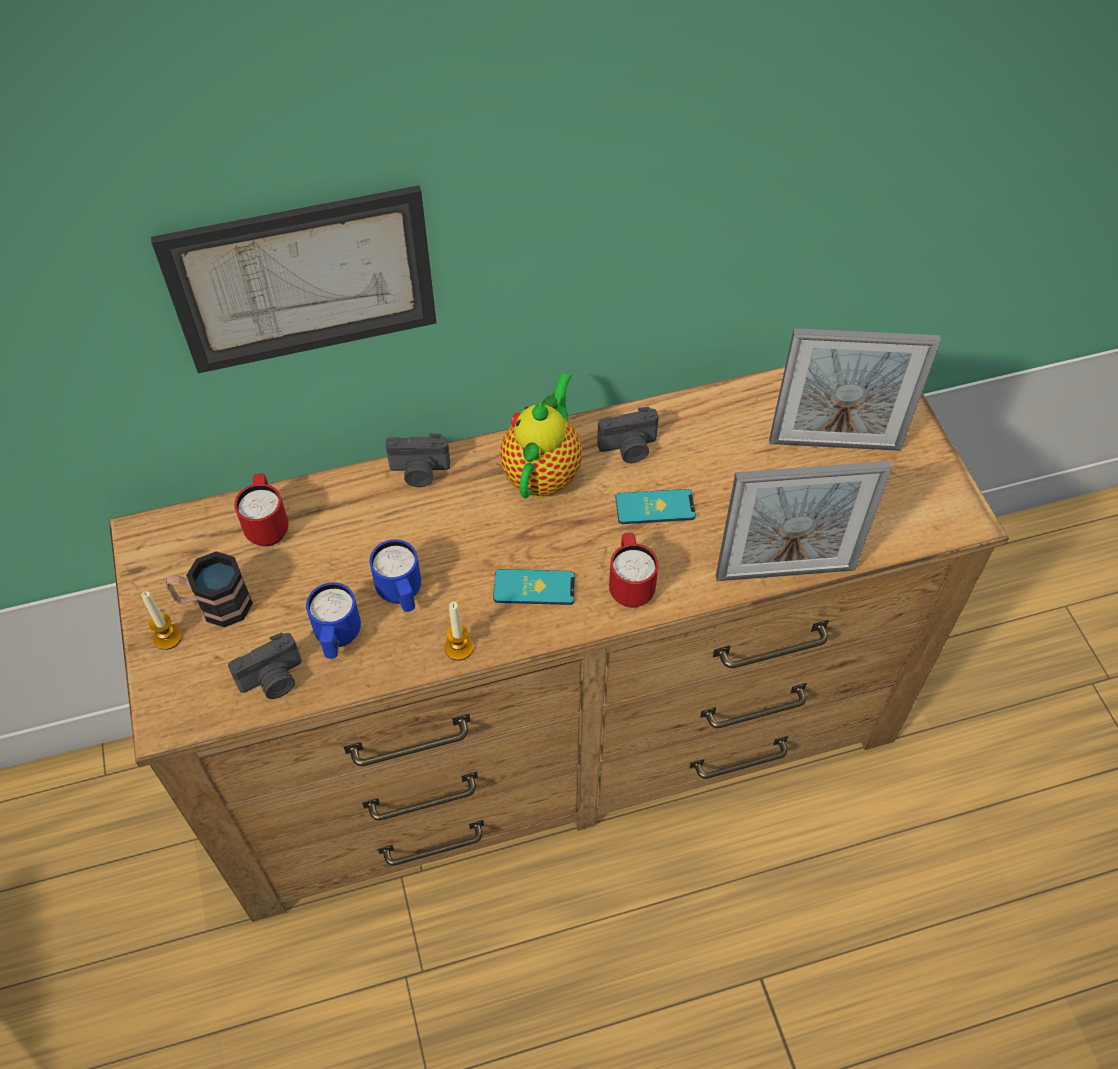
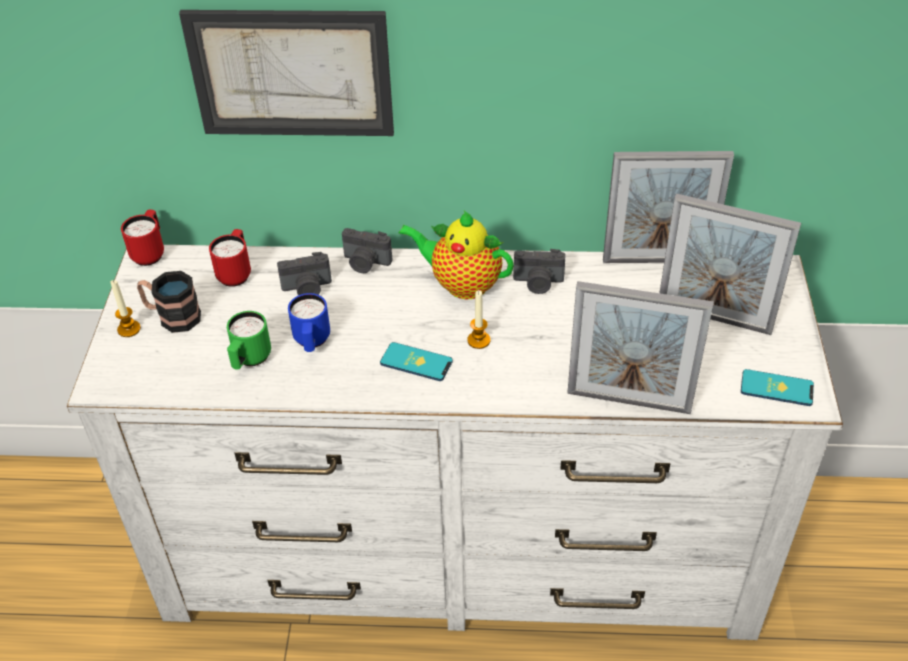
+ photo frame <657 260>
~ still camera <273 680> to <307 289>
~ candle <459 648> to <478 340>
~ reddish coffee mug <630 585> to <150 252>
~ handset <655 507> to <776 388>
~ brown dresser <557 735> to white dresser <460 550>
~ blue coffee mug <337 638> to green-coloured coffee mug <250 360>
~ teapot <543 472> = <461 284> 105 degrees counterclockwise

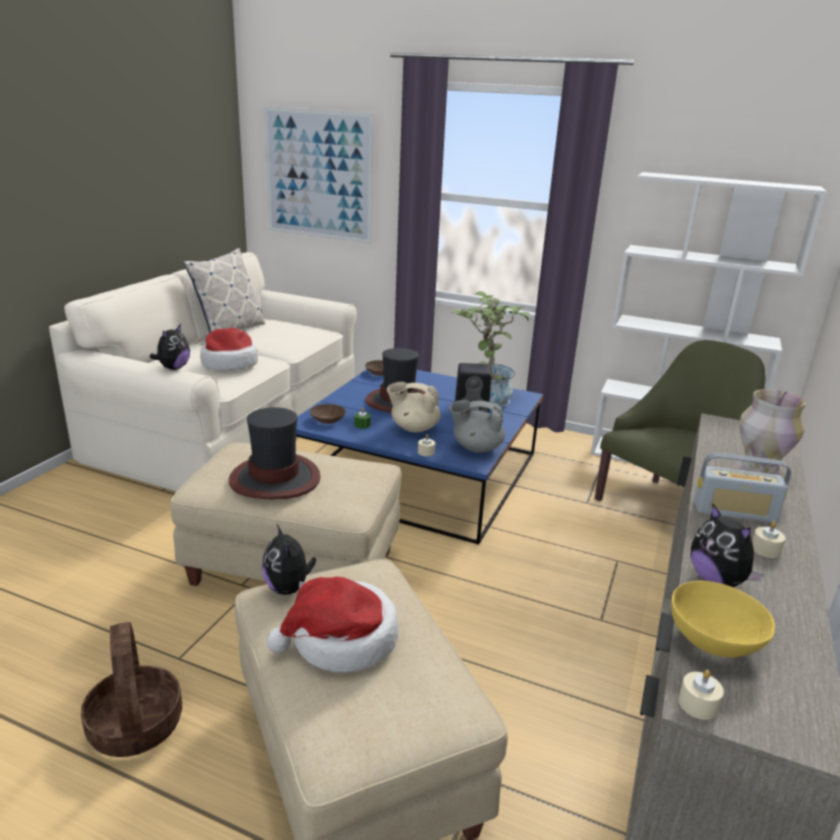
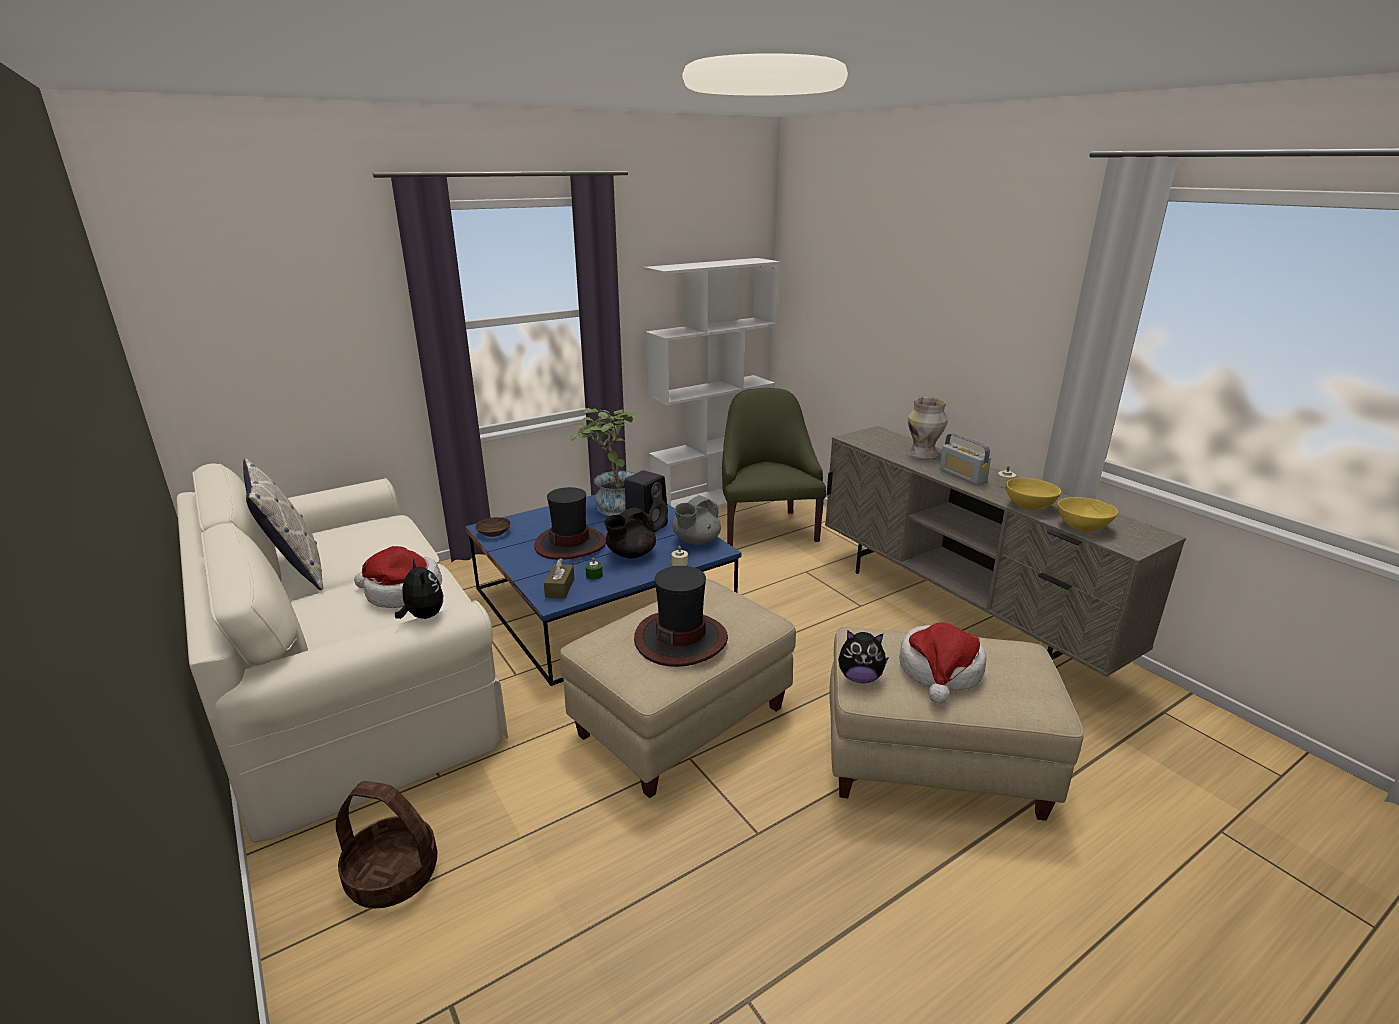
- wall picture <318 175>
- sand-coloured candle <698 704>
~ household basket <135 725> to <392 876>
~ brown deep dish <328 419> to brown box of tissues <560 588>
~ soft toy <717 580> to yellow-coloured deep dish <1029 506>
~ sand-coloured teapot <413 428> to black teapot <630 554>
~ radio receiver <734 512> = <962 476> 105 degrees clockwise

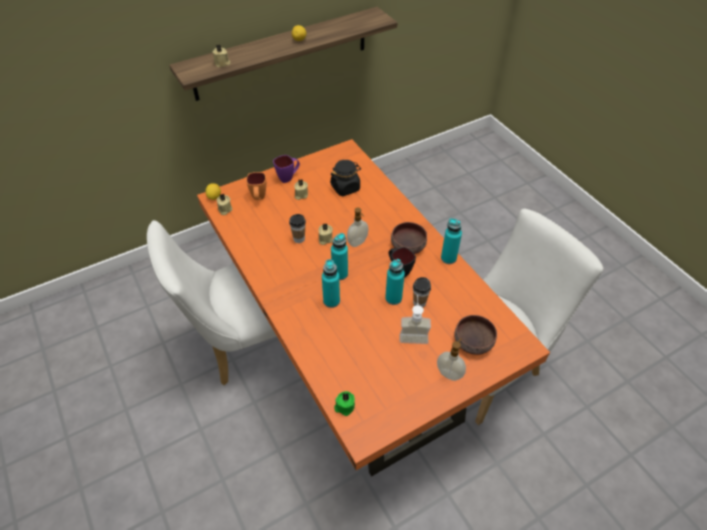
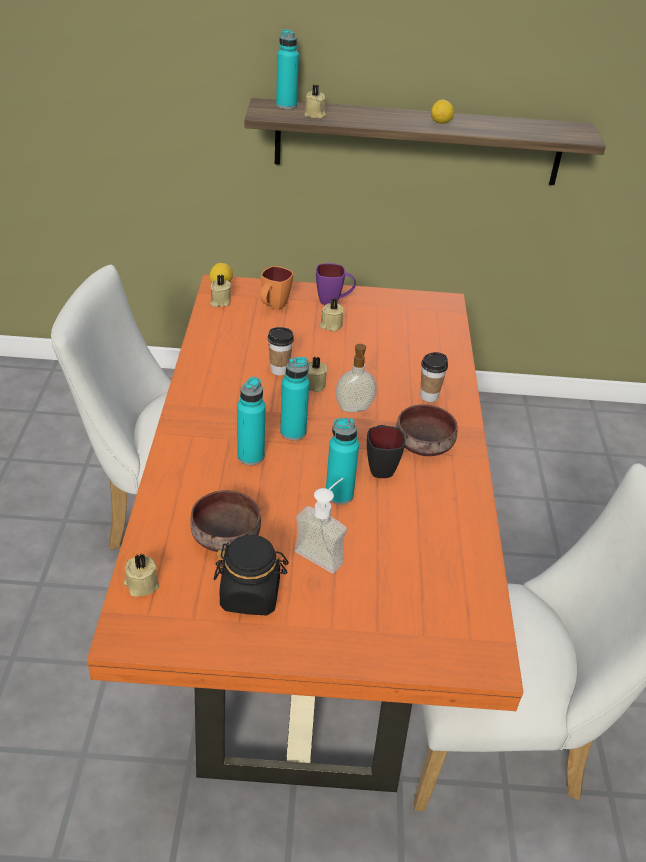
- liquid soap bottle <449 373>
~ black storage jar <345 187> to <250 595>
~ cup <419 303> to <429 396>
~ turquoise bottle <448 258> to <286 105>
~ brown deep dish <473 340> to <227 535>
~ green-coloured candle <344 407> to sand-coloured candle <141 584>

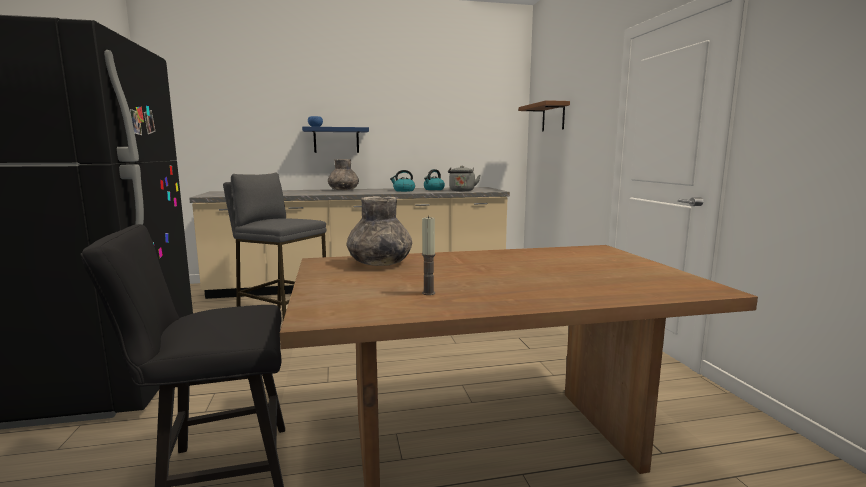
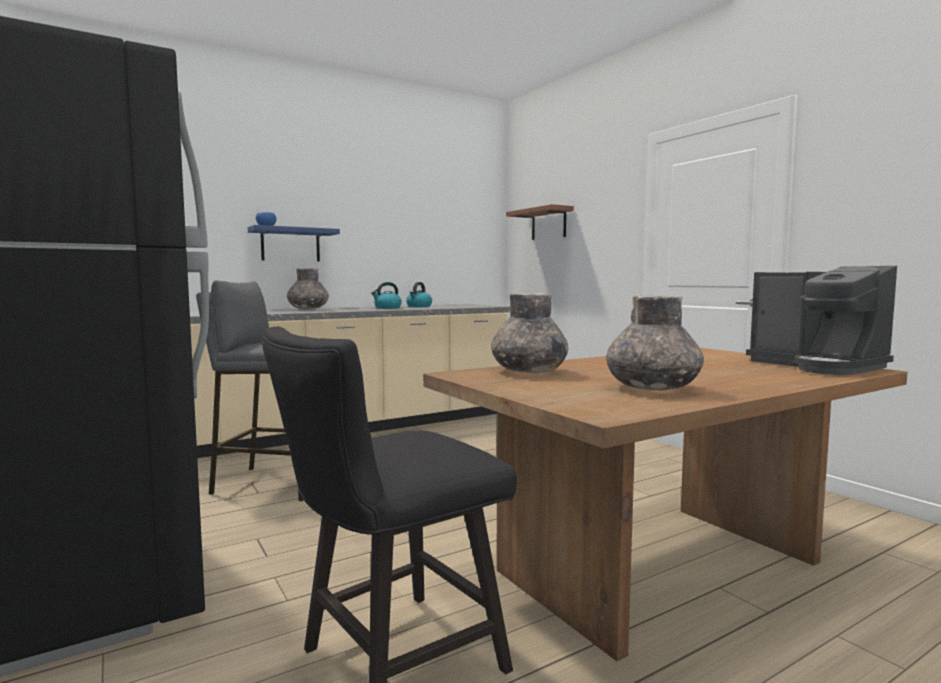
- grey water kettle <462 191>
+ coffee brewer <817 366>
~ candle <428 293> to grey decorative vase <652 389>

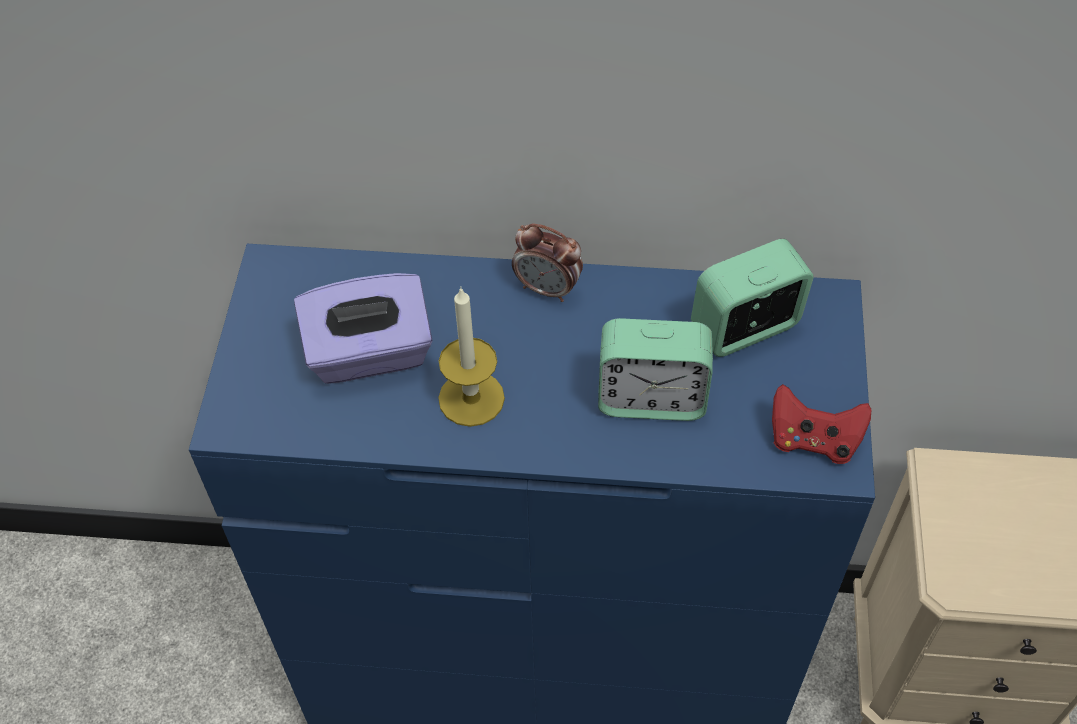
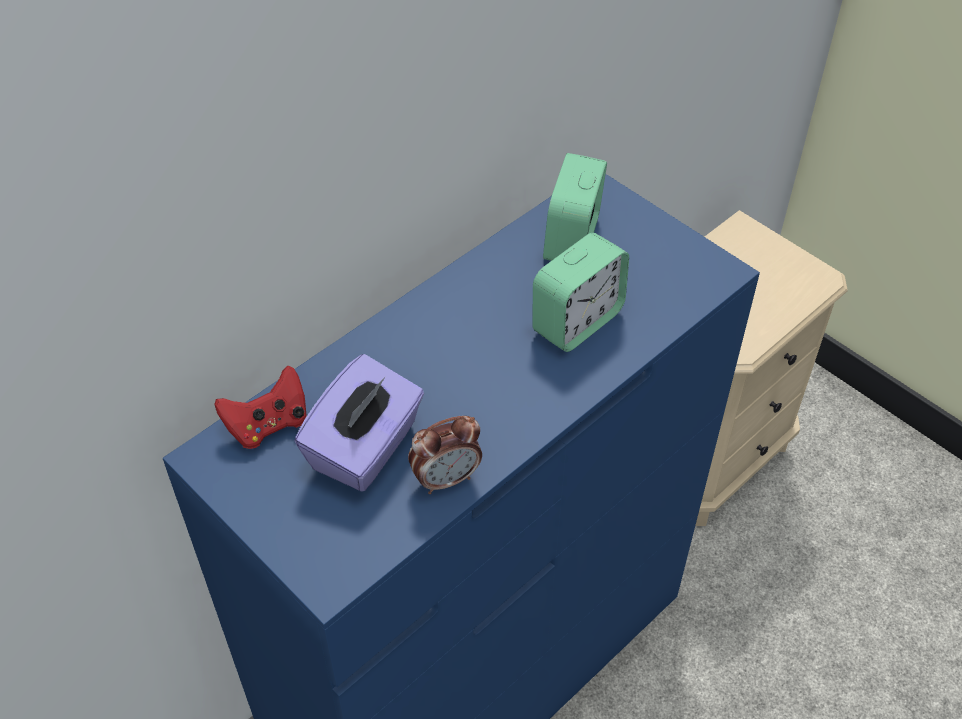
- candle <471 398>
~ alarm clock <548 288> to <446 479>
~ reddish gamepad <813 440> to <268 425>

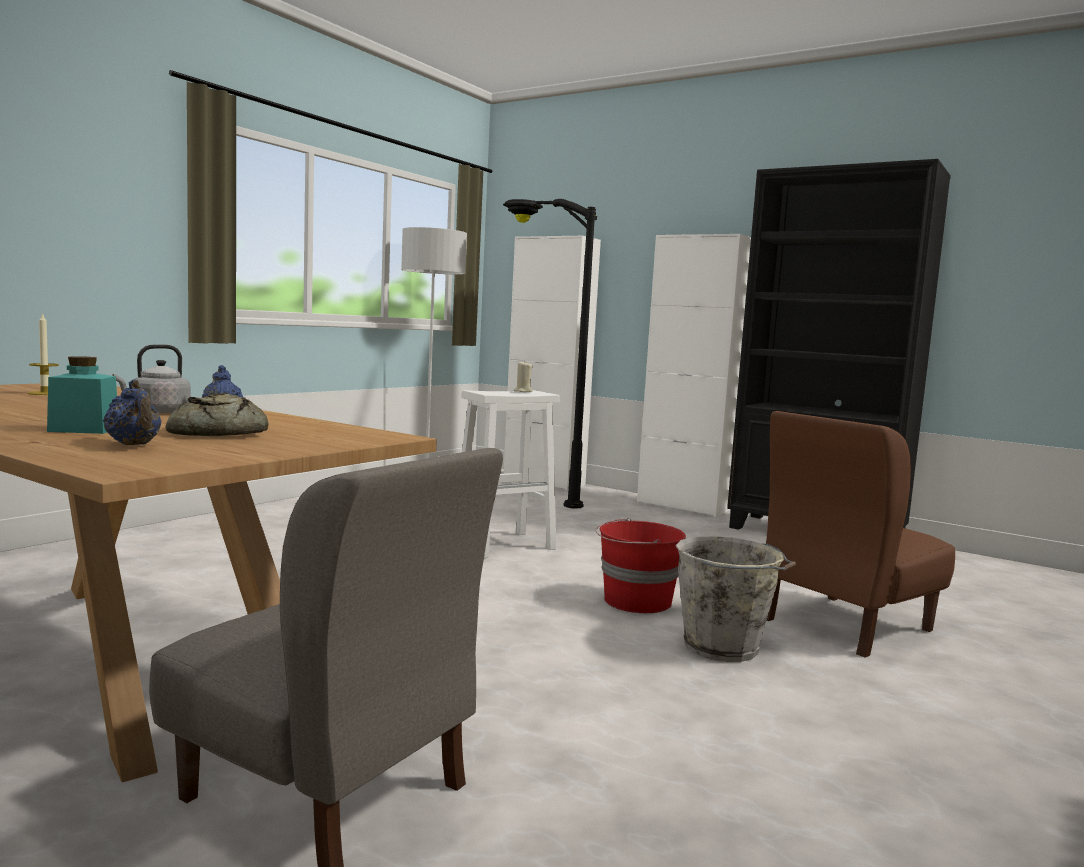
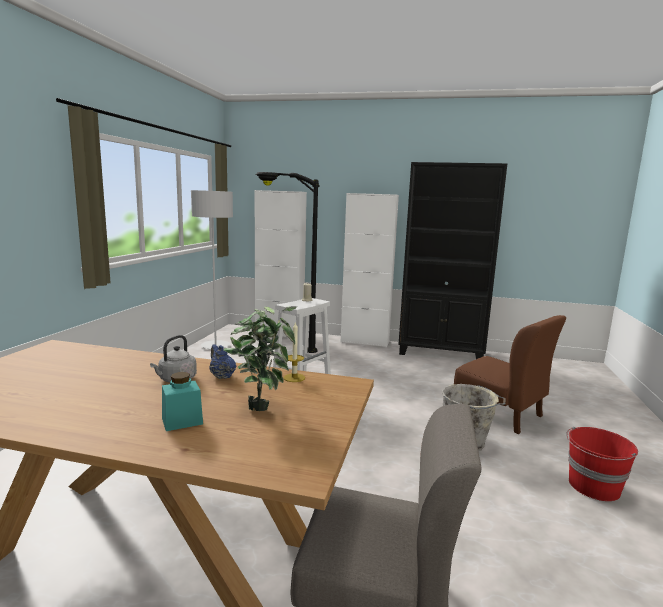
- blue teapot <134 445>
~ candle <45 393> to <294 378>
~ reddish bucket <635 601> to <593 487>
~ bread <215 433> to potted plant <261 405>
~ brown upright chair <844 624> = <500 413> 75 degrees counterclockwise

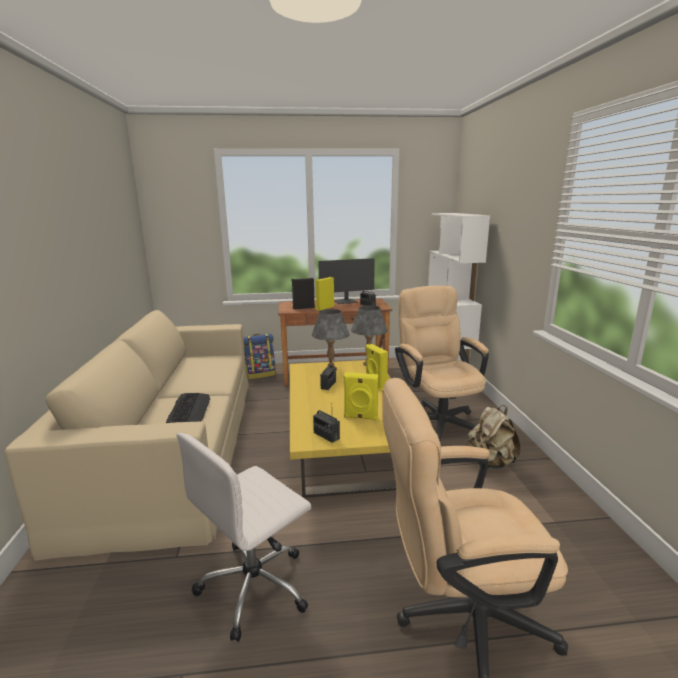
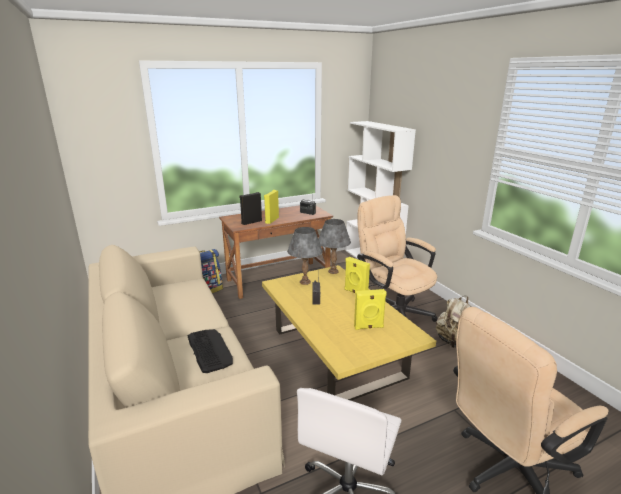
- radio receiver <326 435>
- monitor <346 302>

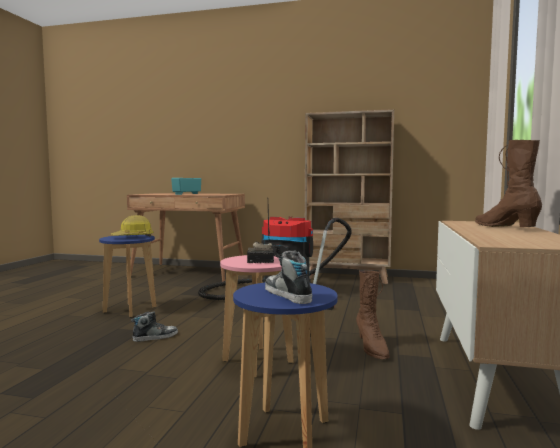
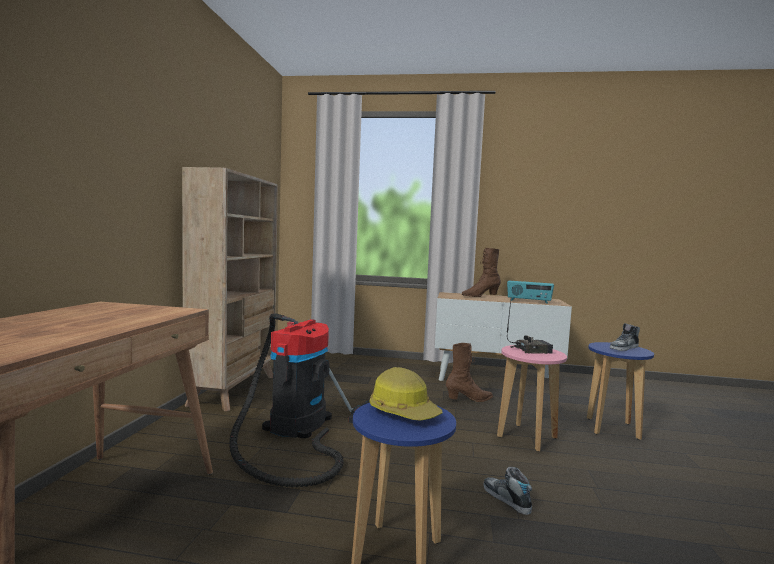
~ radio receiver <186 194> to <529 301>

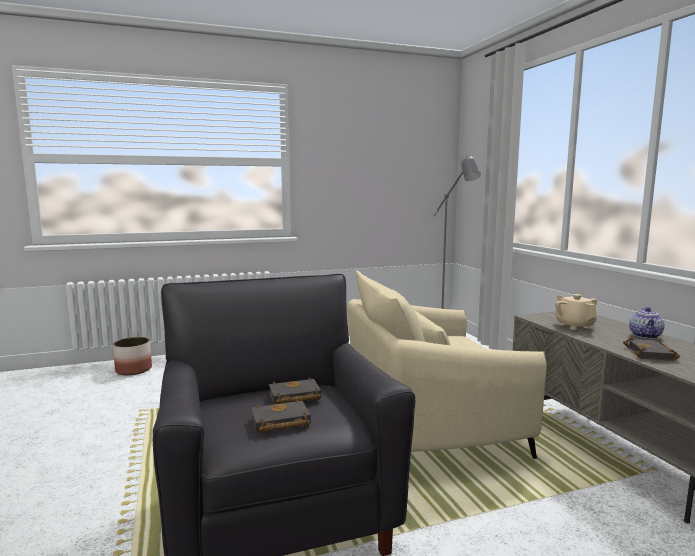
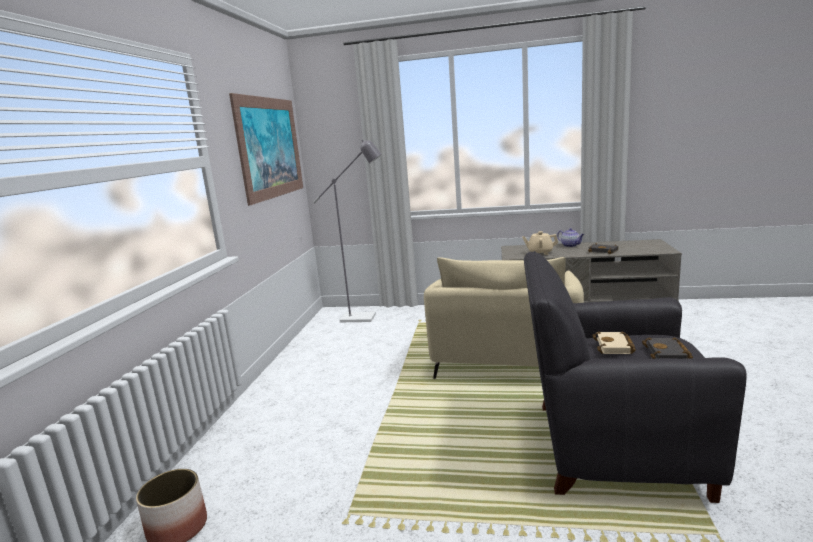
+ wall picture <270 147>
~ black book <293 397> to sand-coloured book <615 347>

